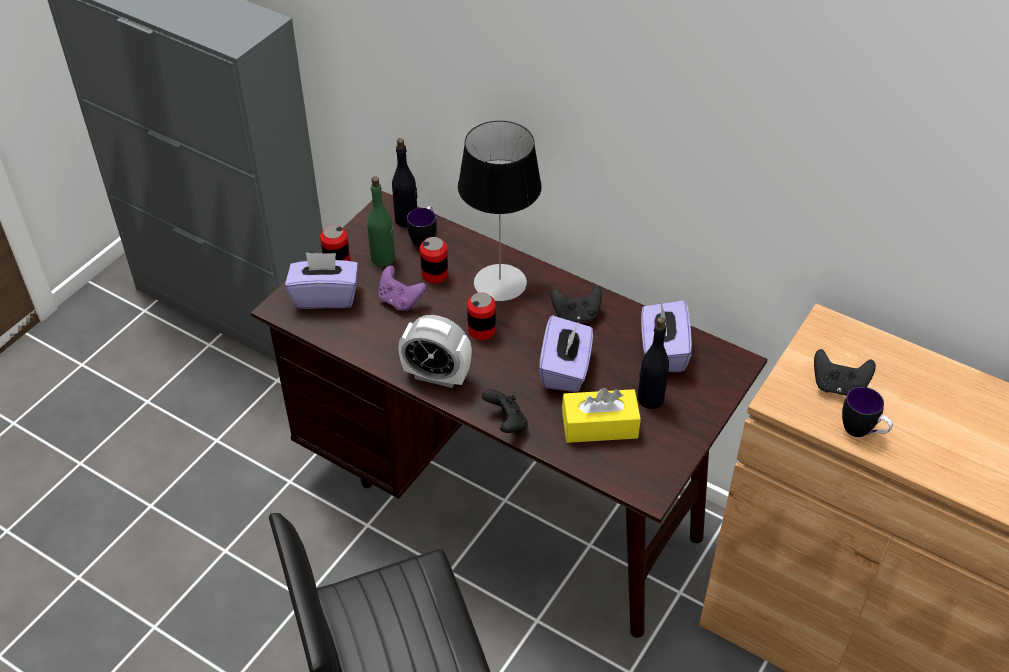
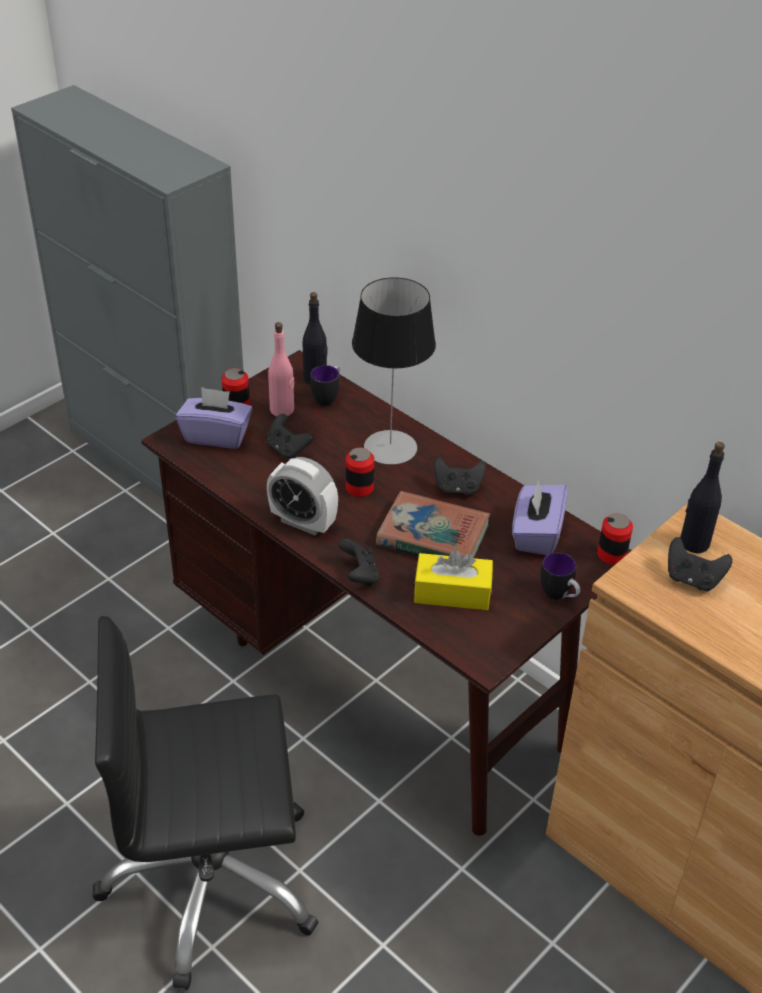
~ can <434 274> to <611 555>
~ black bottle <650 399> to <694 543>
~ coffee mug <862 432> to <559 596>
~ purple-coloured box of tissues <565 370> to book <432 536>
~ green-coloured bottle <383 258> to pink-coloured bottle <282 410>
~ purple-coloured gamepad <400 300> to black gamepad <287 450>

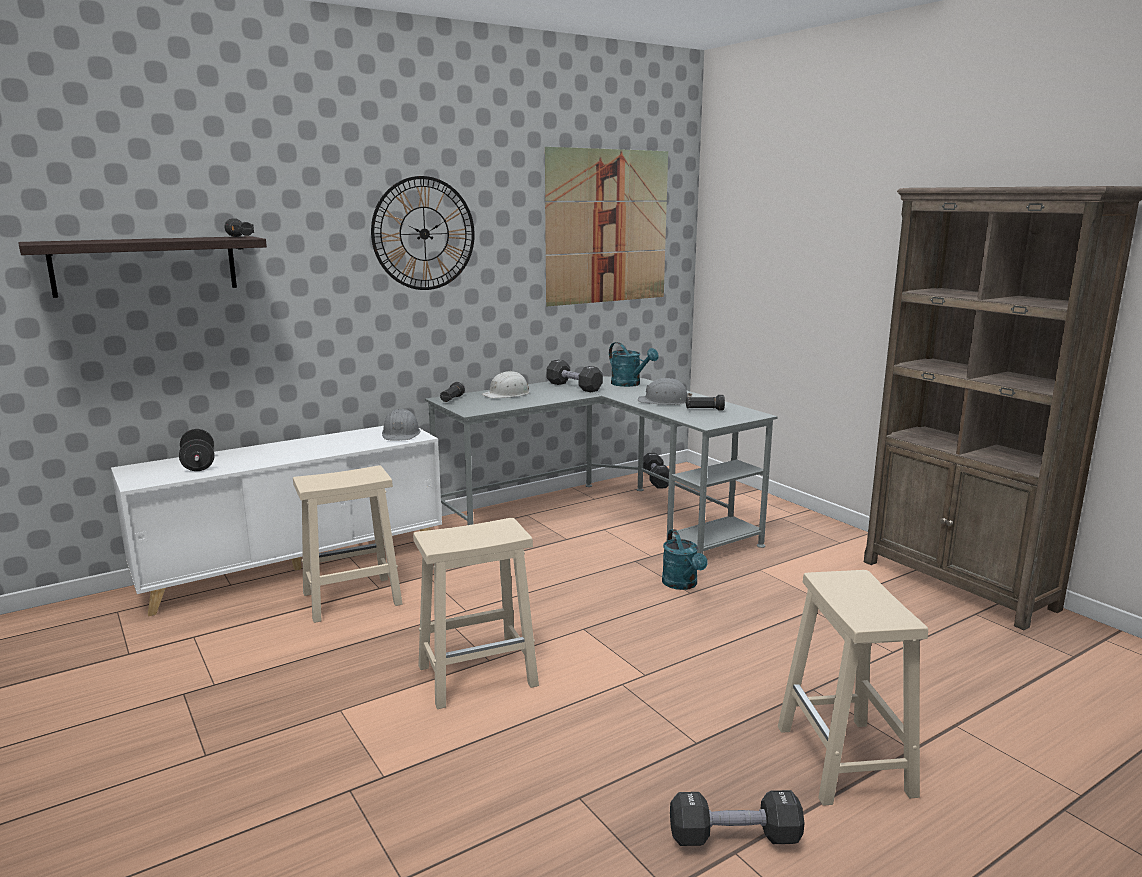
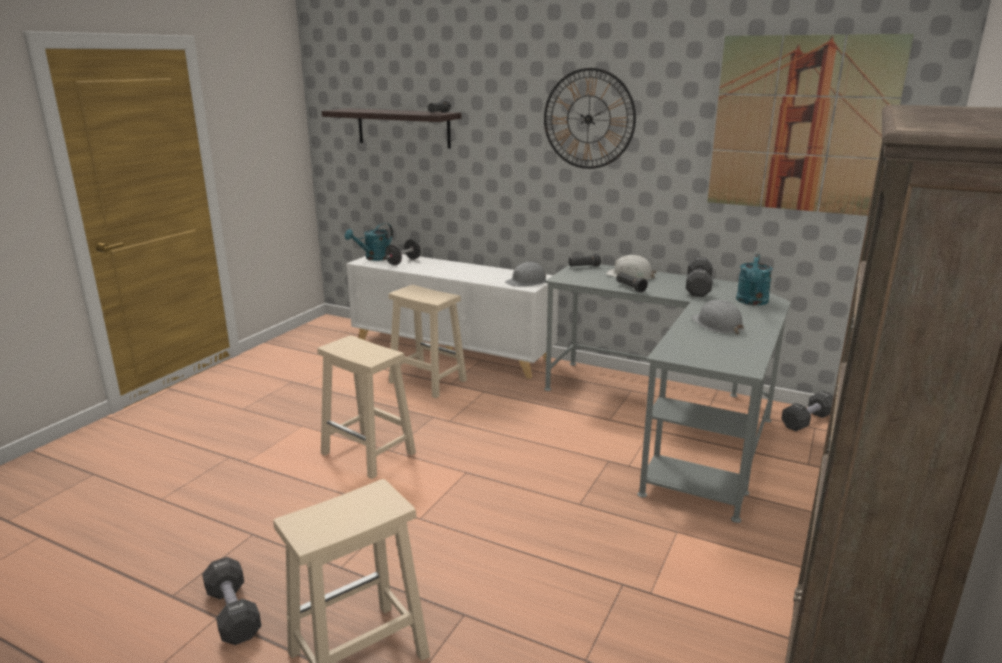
~ turquoise watering can <682 585> to <373 258>
~ black flashlight <704 410> to <630 288>

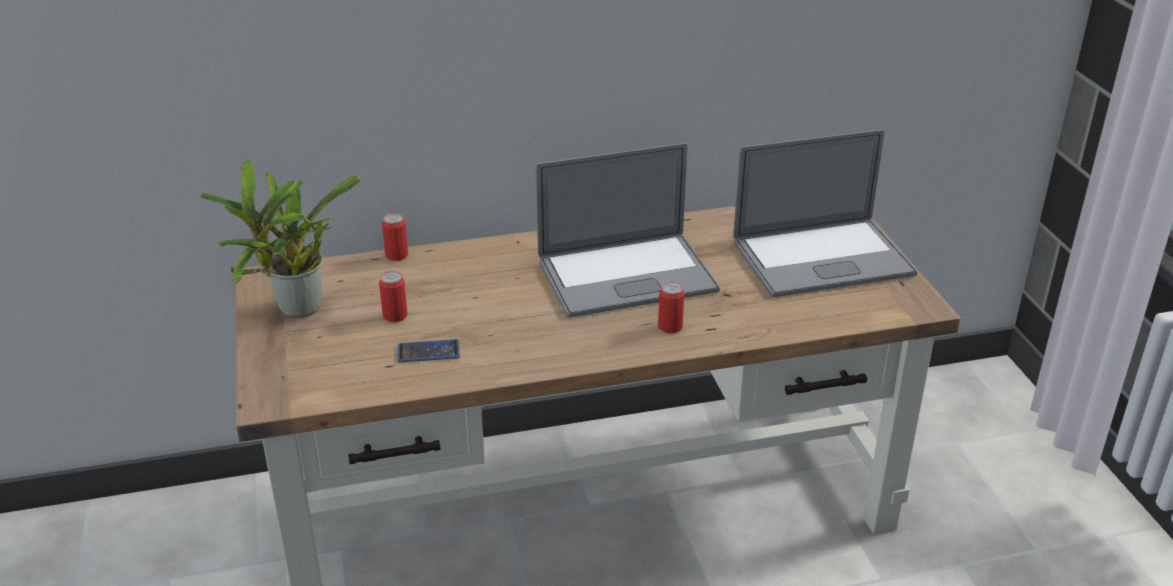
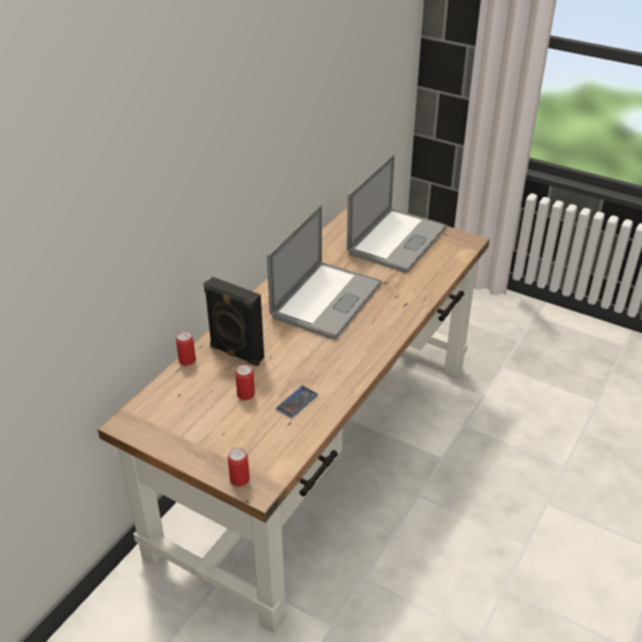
- potted plant <295 312>
+ black loudspeaker <235 353>
~ can <670 327> to <239 479>

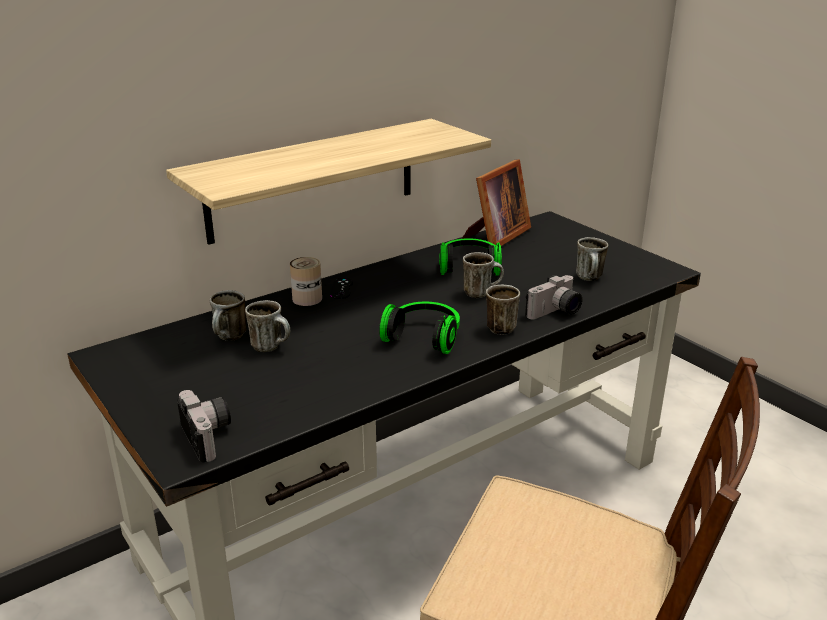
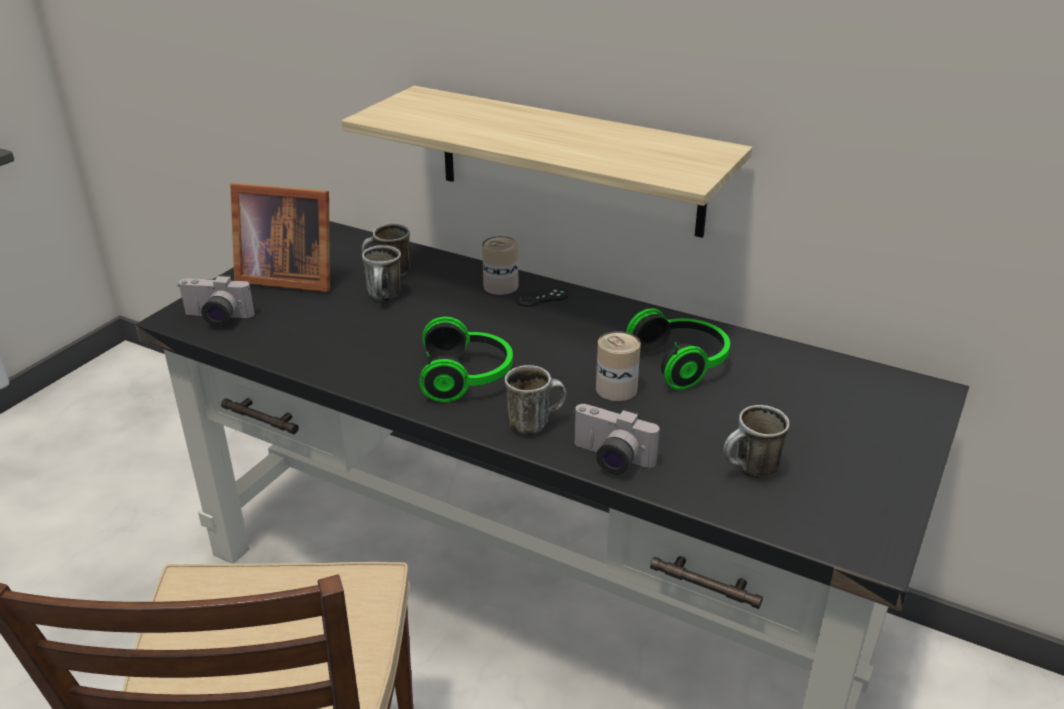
~ photo frame <495 236> to <286 276>
~ coffee mug <481 293> to can <616 389>
~ still camera <210 436> = <216 318> 60 degrees clockwise

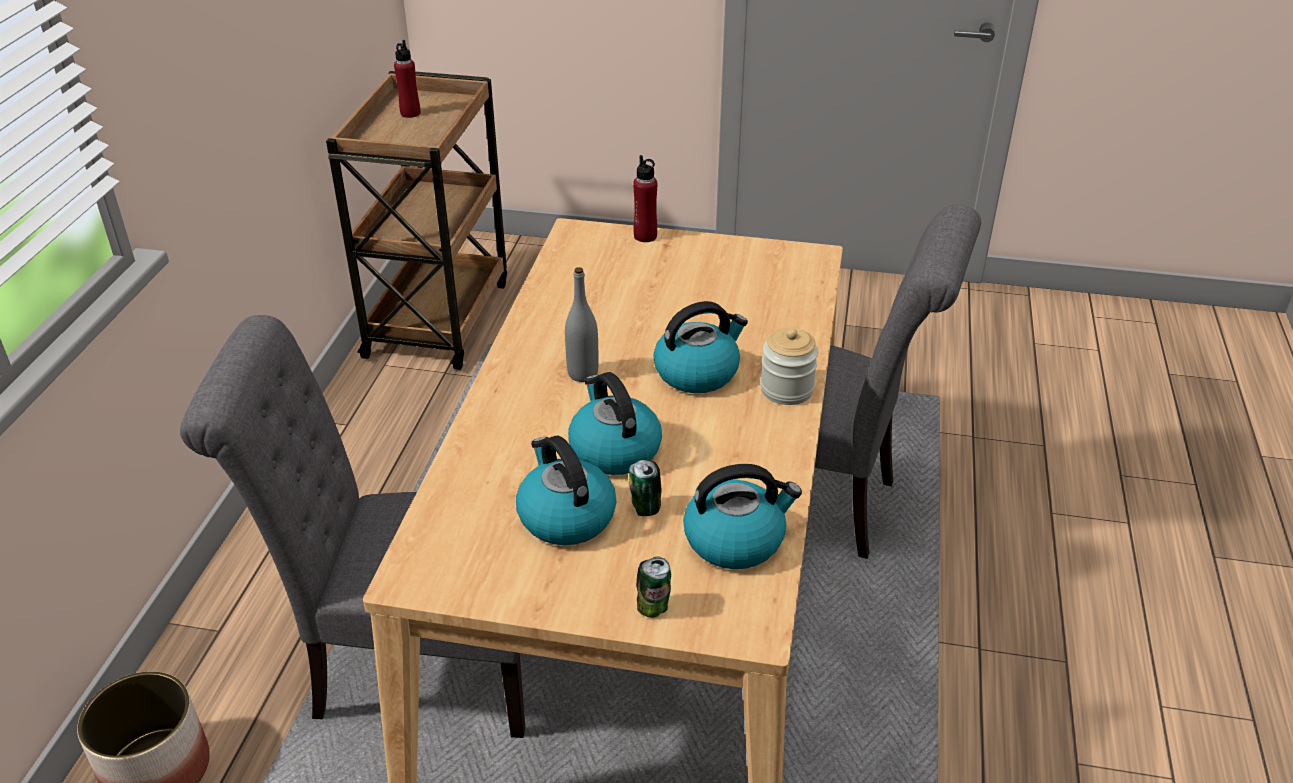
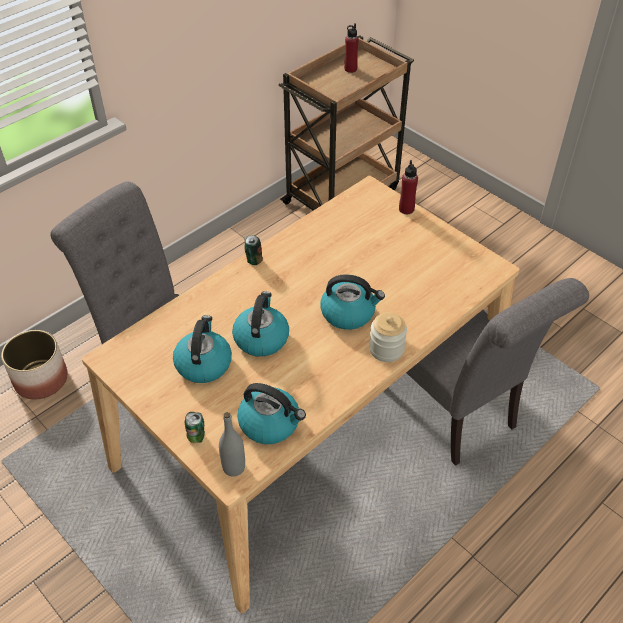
~ grey bottle <583 374> to <234 467>
~ can <645 508> to <253 260>

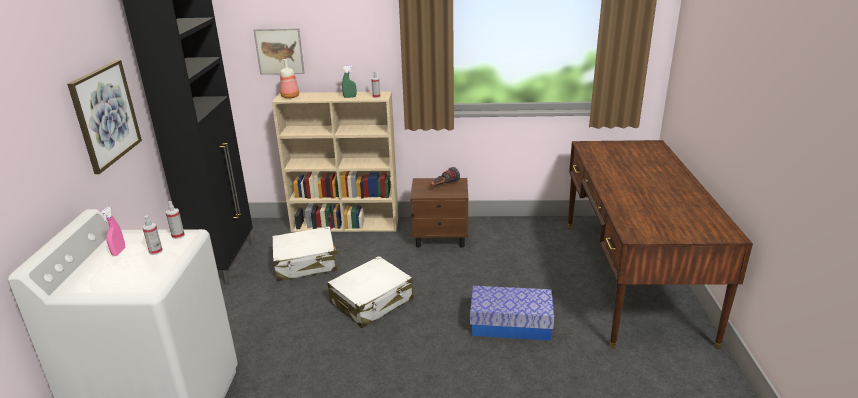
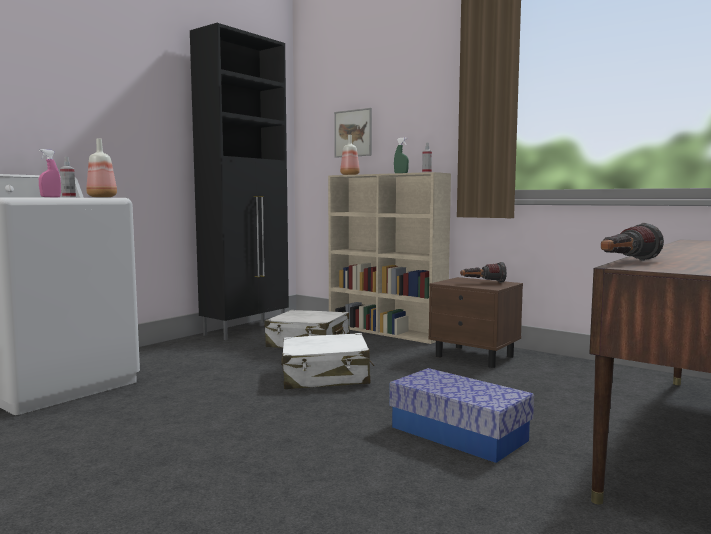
- wall picture <105 115>
+ flashlight <625 263>
~ hand sprayer <178 235> to bottle <103 197>

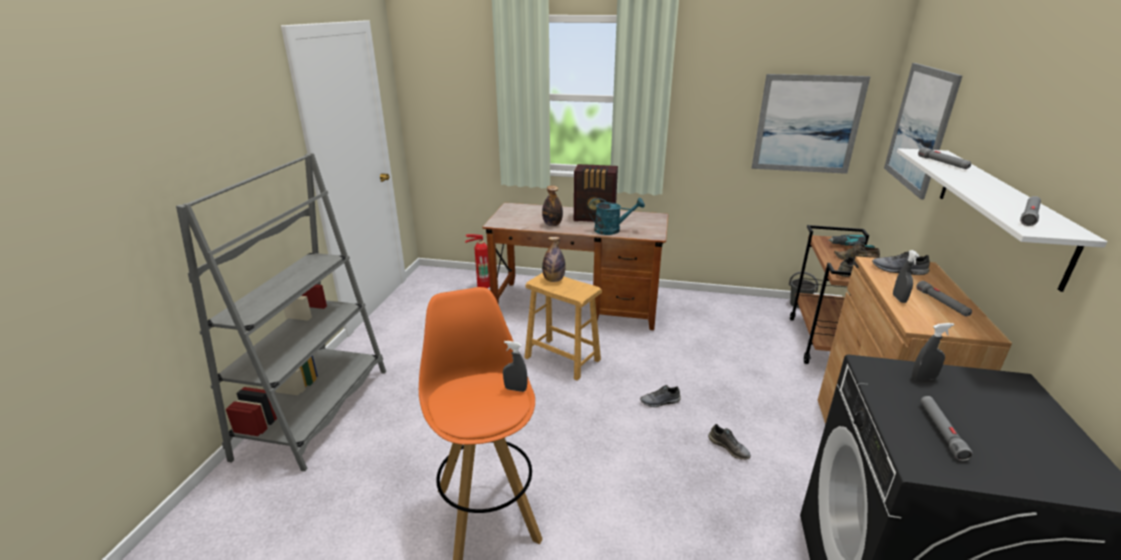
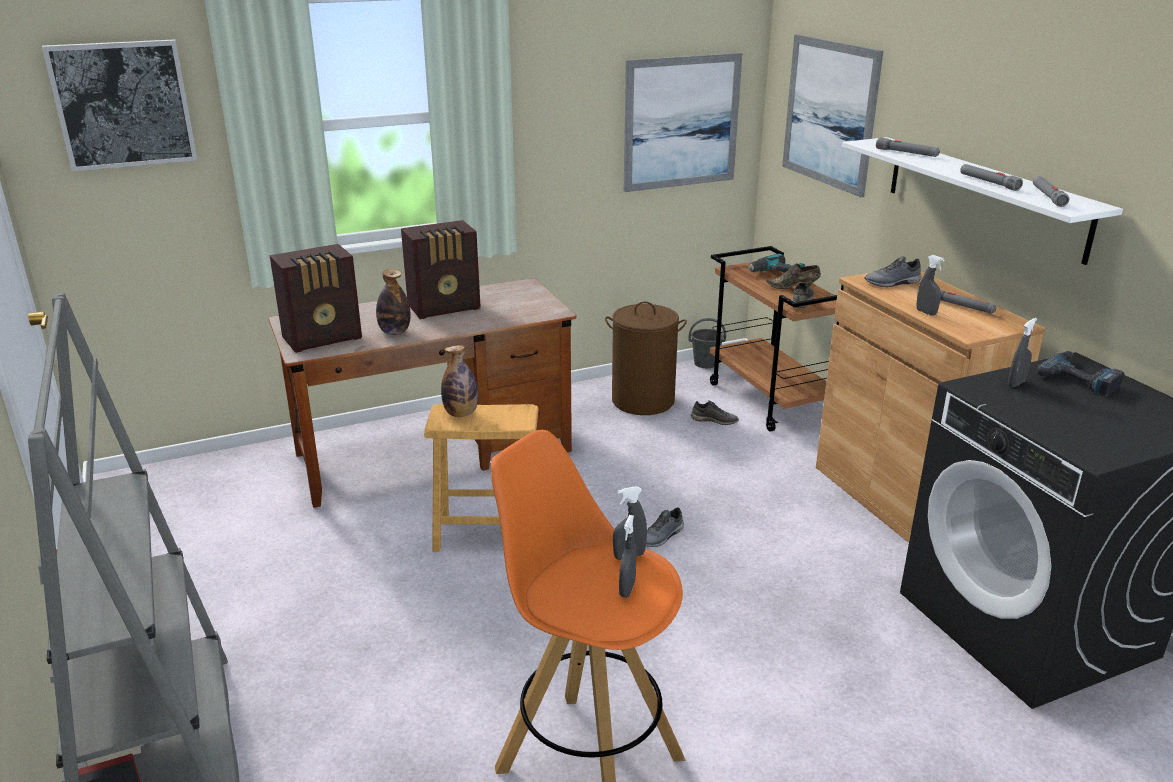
- extinguisher <482 285>
- turquoise watering can <612 230>
+ wall picture <123 104>
+ radio receiver <324 338>
+ brown hamper <643 401>
+ grey hand sprayer <627 589>
+ electric drill <1080 378>
~ grey low shoe <729 448> to <714 420>
~ grey flashlight <941 430> to <988 182>

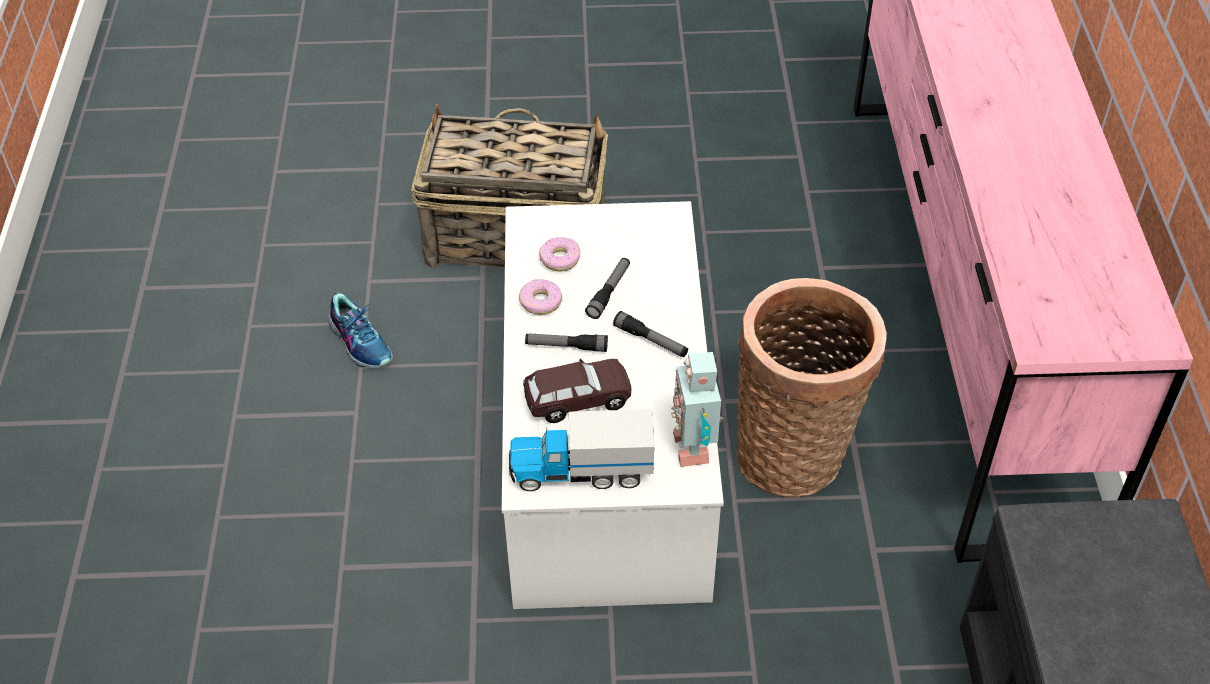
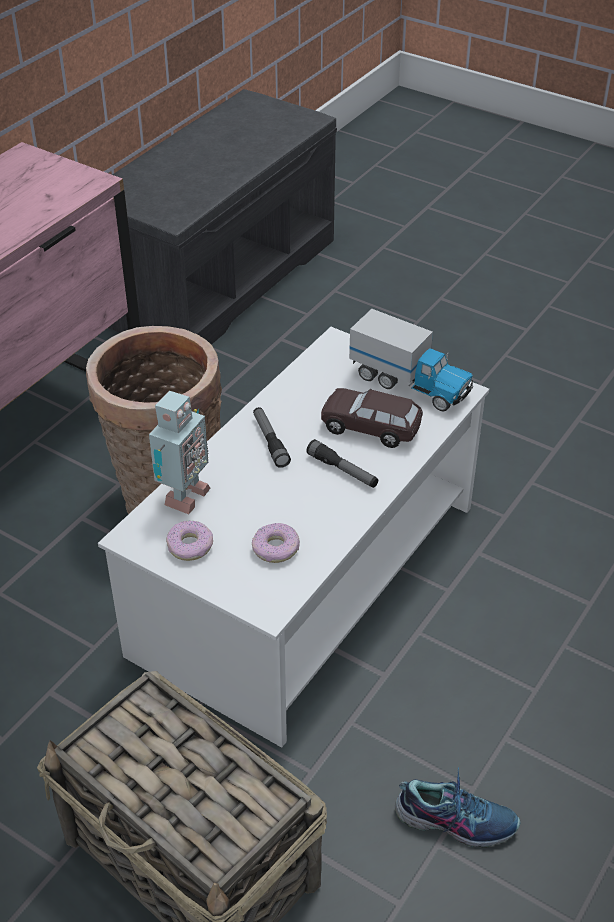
- flashlight <609 292>
~ ring doughnut <540 302> to <190 546>
~ model robot <695 446> to <183 497>
~ low shoe <361 342> = <456 819> 105 degrees clockwise

